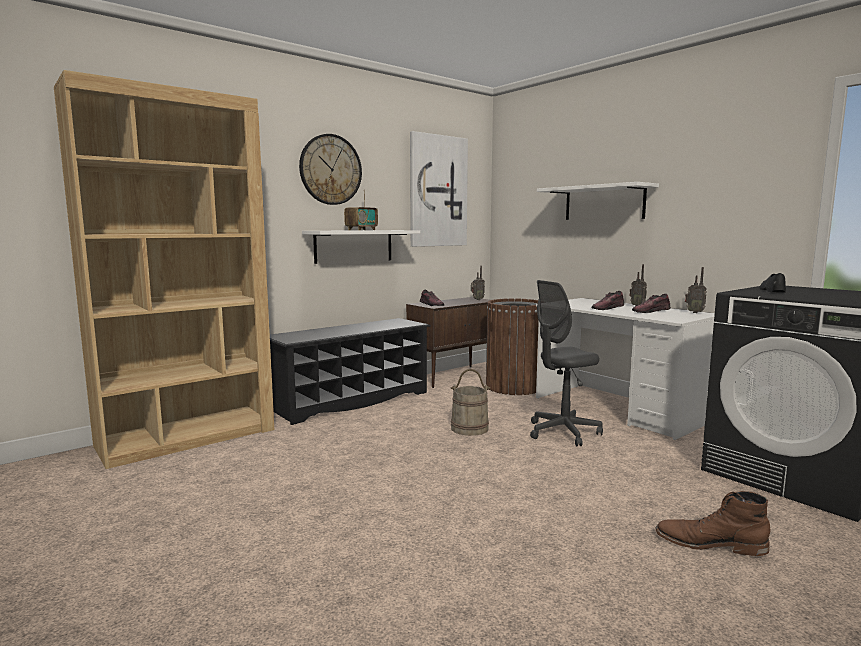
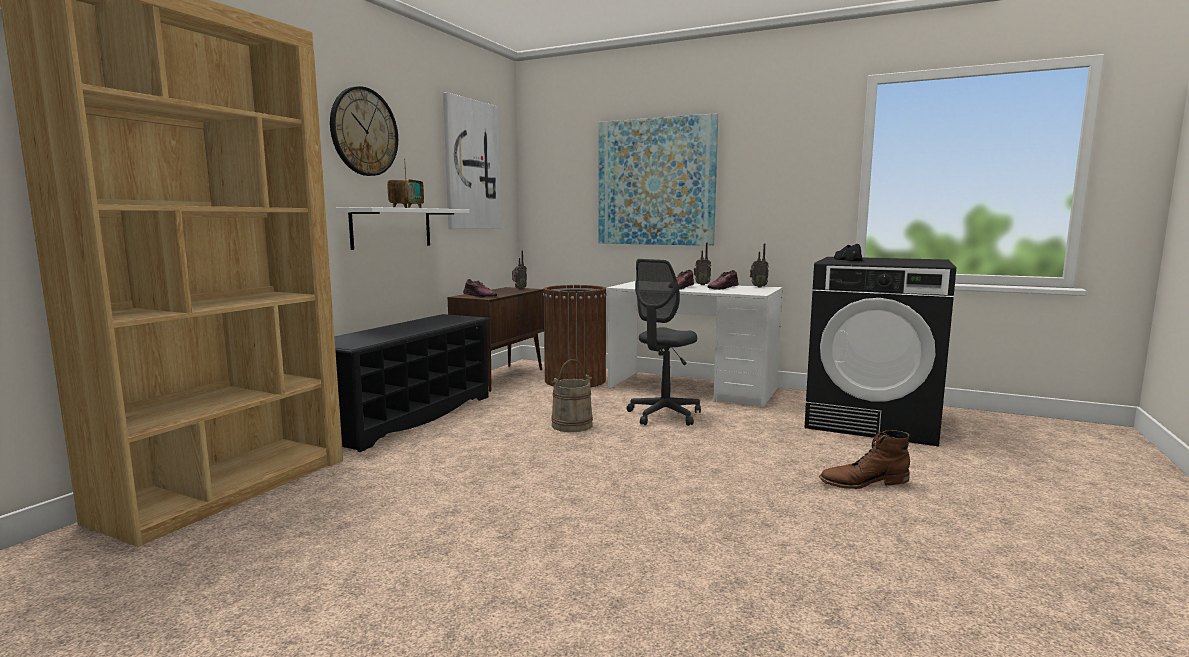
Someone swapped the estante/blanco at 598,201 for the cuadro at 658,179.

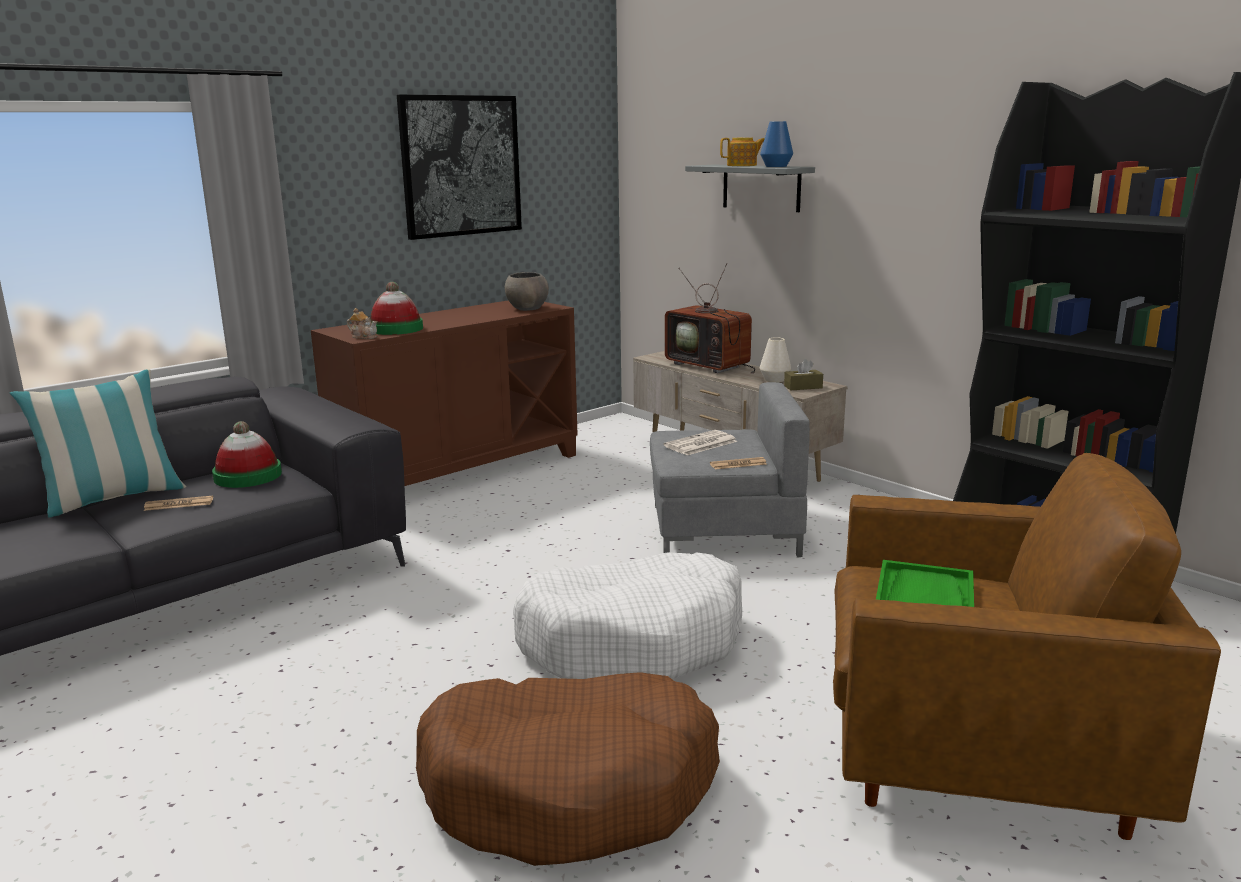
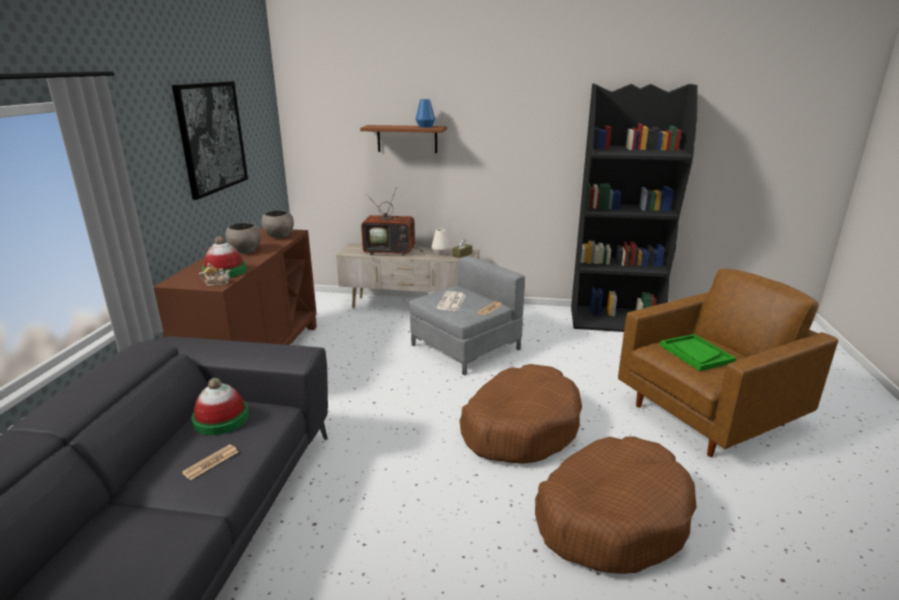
Someone put down the cuenco/gris at 243,238.
Someone repainted the estante/gris at 750,188, which became the estante/marrón at 403,139.
Someone repainted the cama para perro/blanco at 627,615, which became the cama para perro/marrón at 521,414.
Someone took away the cojín at 98,443.
Someone took away the tetera at 742,152.

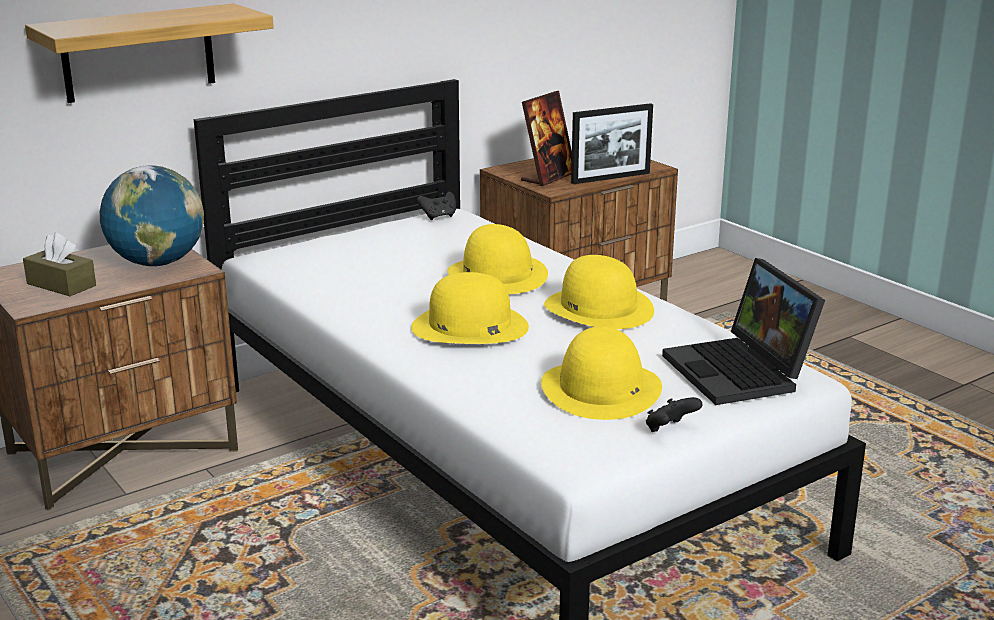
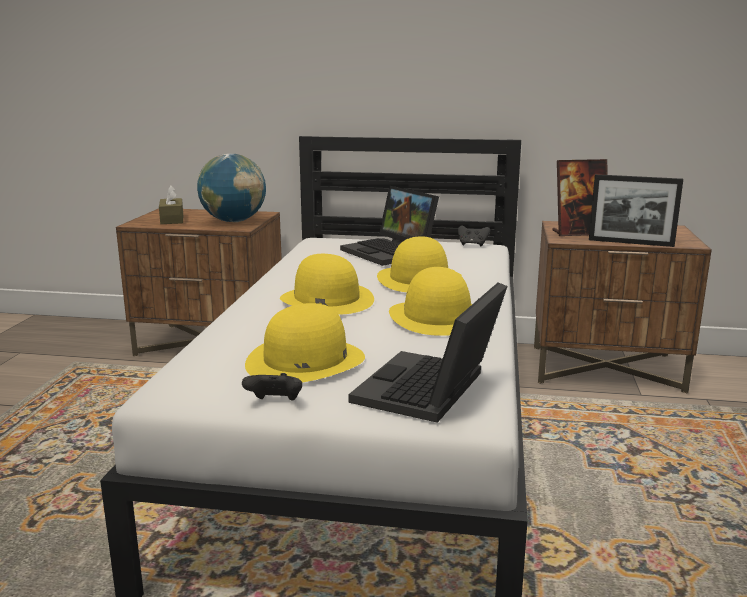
Someone put down the portátil at 389,226.
Someone took away the estante at 149,53.

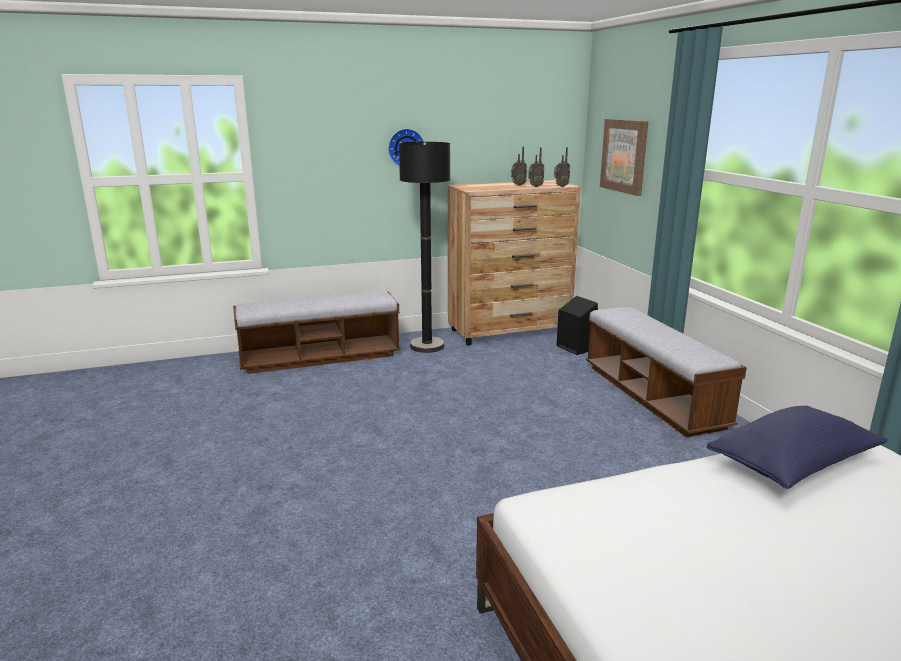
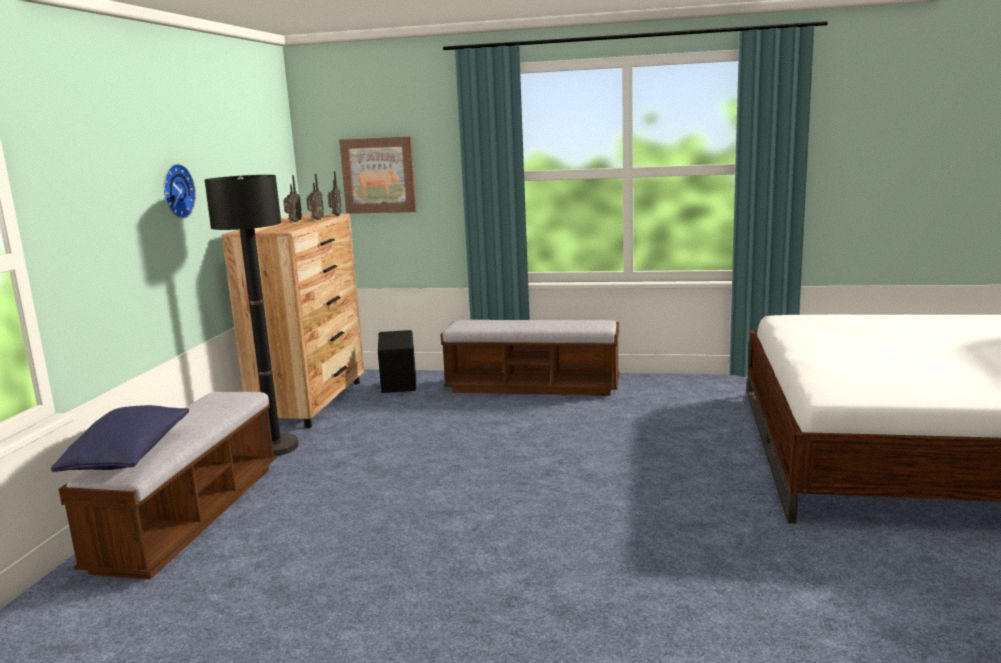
Someone carried the cojín/azul from 797,447 to 120,438.

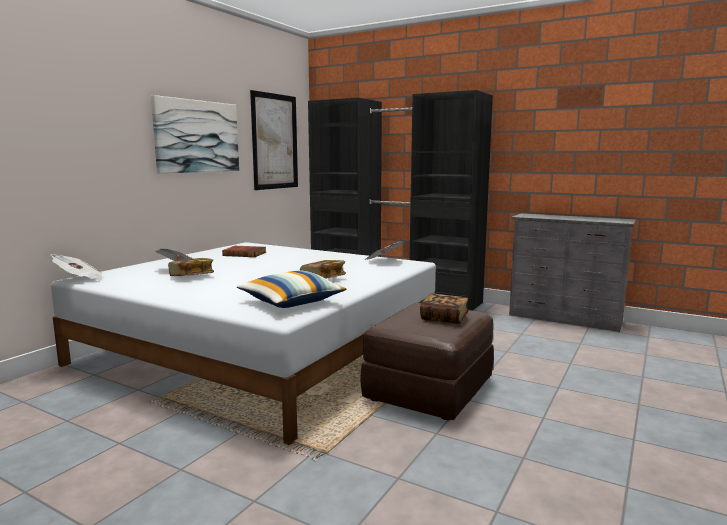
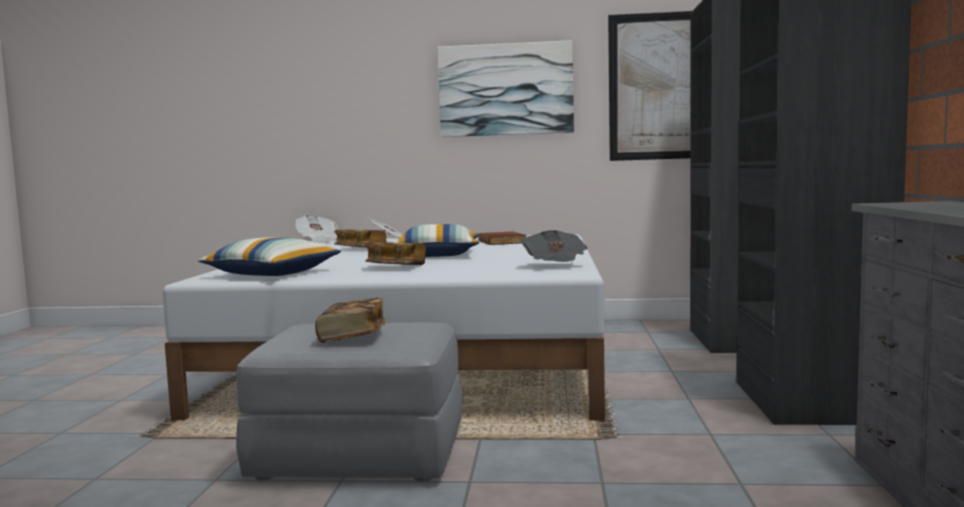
Someone repainted the puf/marrón at 427,361, which became the puf/gris at 349,402.
Someone put down the cojín at 436,240.

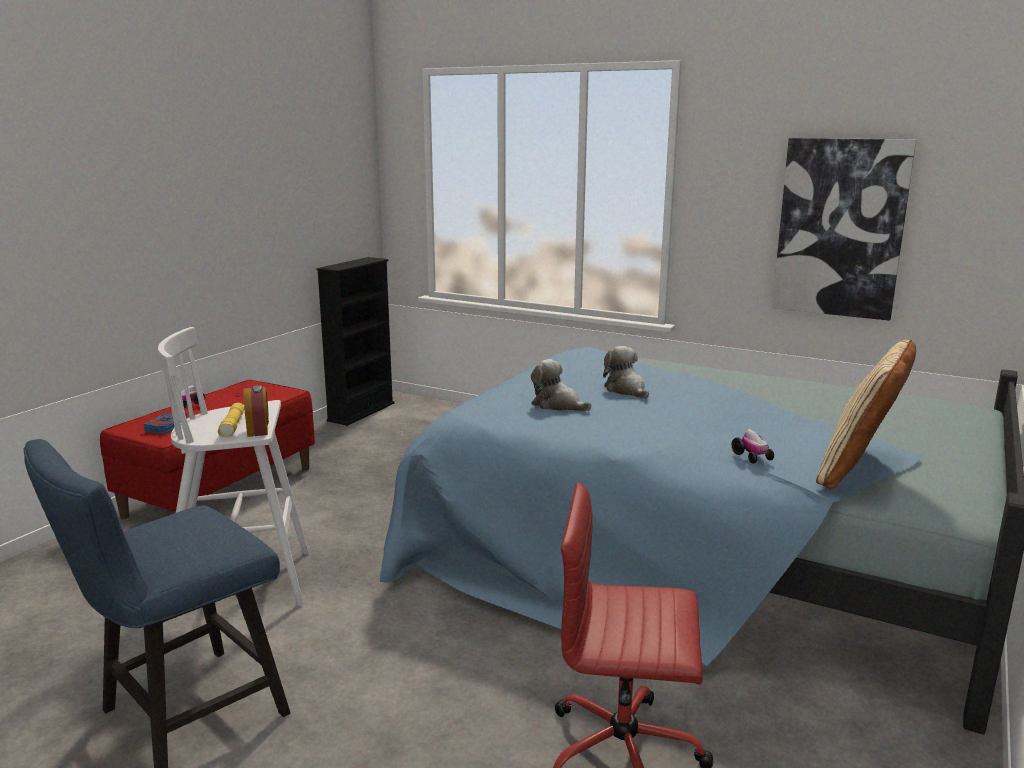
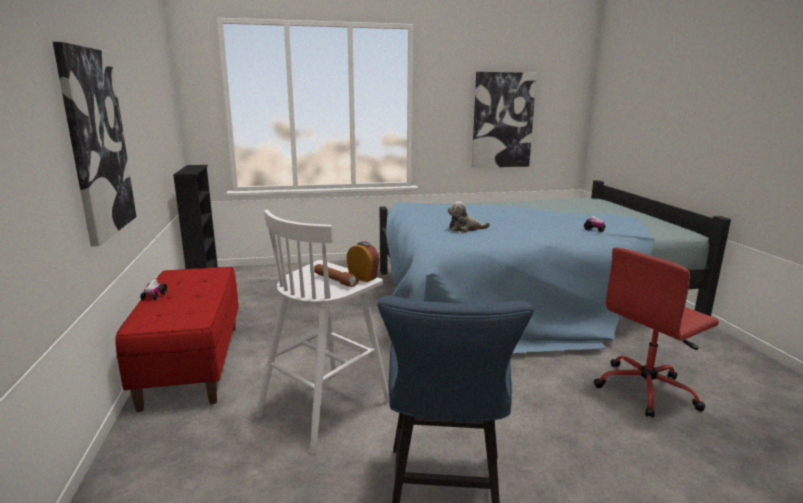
Someone put up the cuadro at 94,144.
Someone repainted the linterna/amarillo at 231,420, which became the linterna/marrón at 336,275.
Someone took away the libro/azul at 165,423.
Someone took away the peluche at 626,372.
Someone took away the cojín/beis at 866,415.

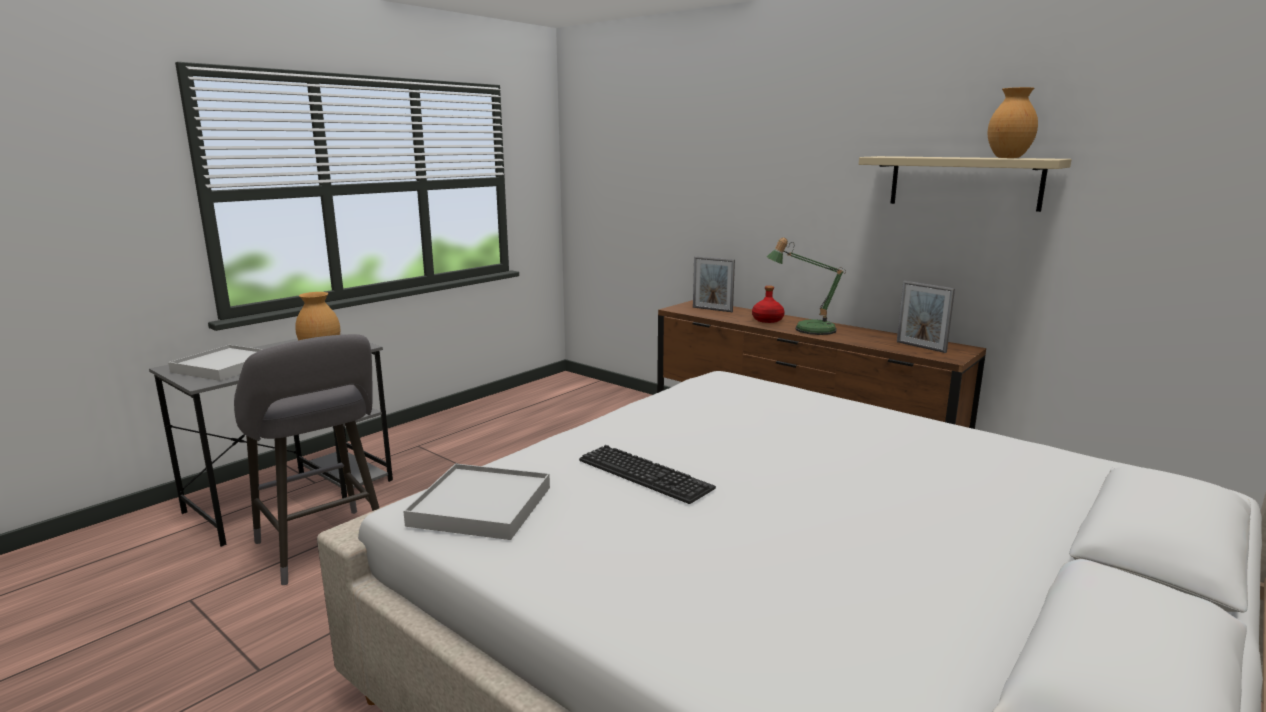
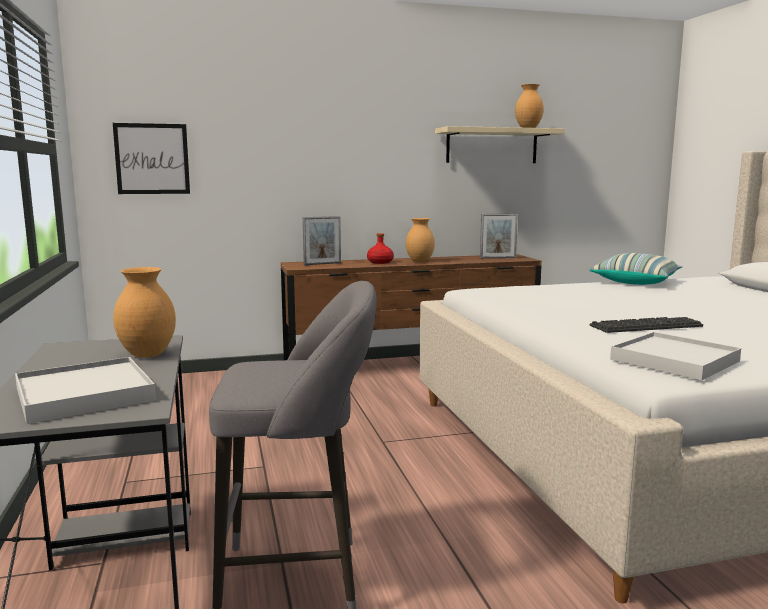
Someone put up the cuadro at 151,158.
Someone swapped the lámpara de mesa at 806,286 for the florero/marrón at 420,240.
Someone put down the cojín at 636,269.

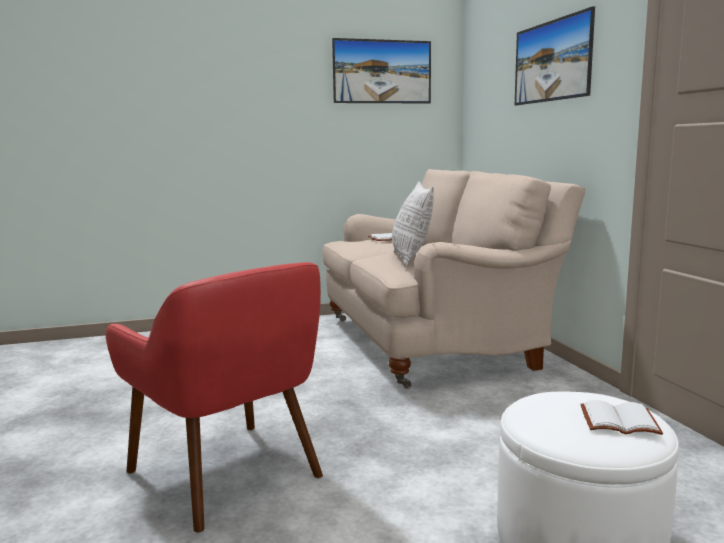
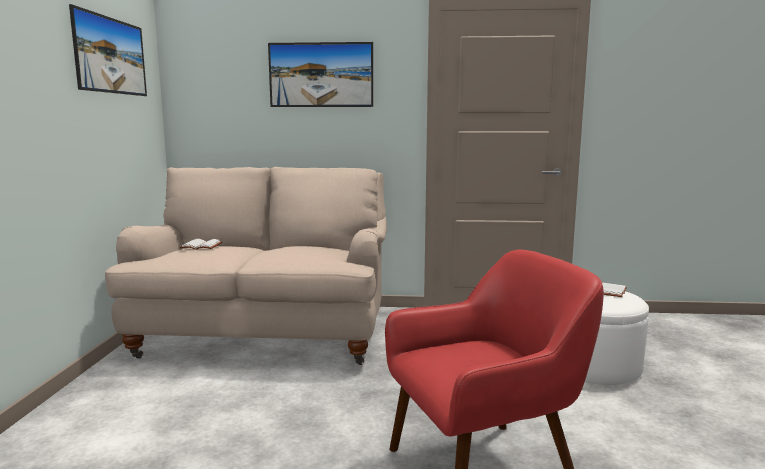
Someone took away the cojín at 413,223.

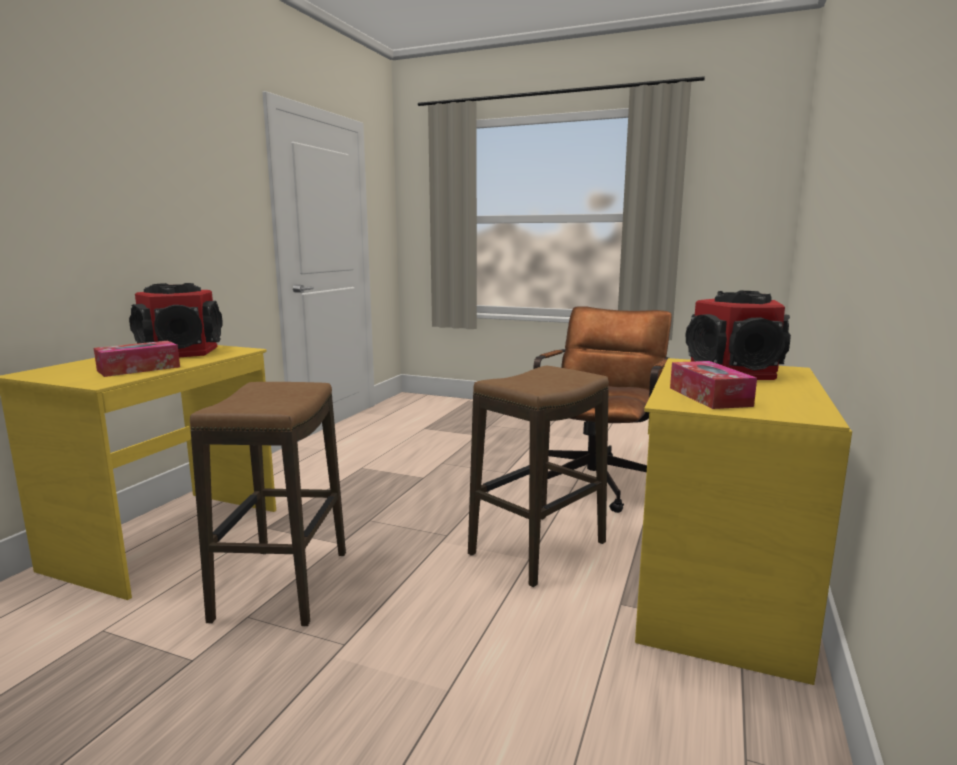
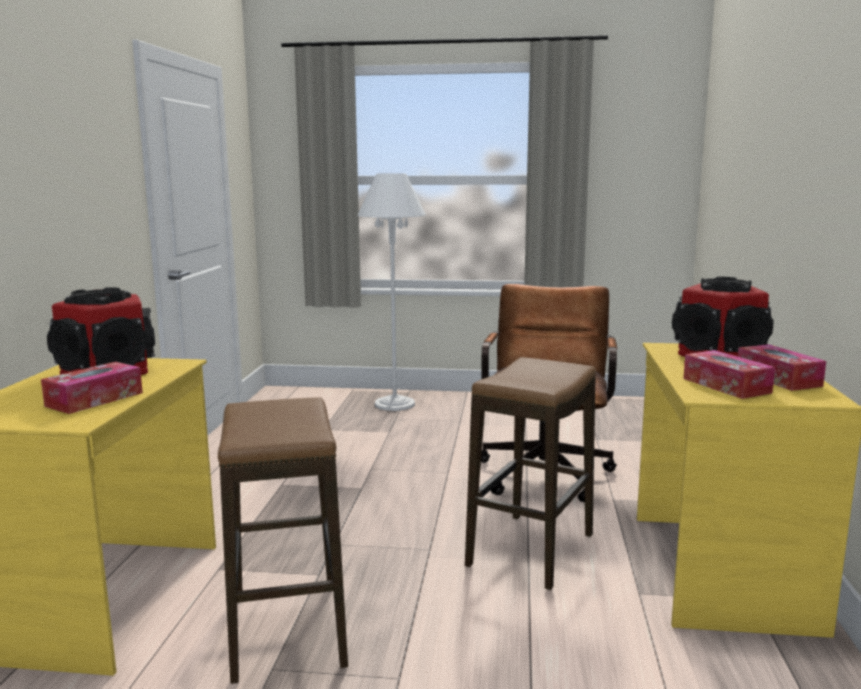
Someone put down the lámpara de pie/blanco at 392,292.
Someone put down the caja de pañuelos at 782,367.

